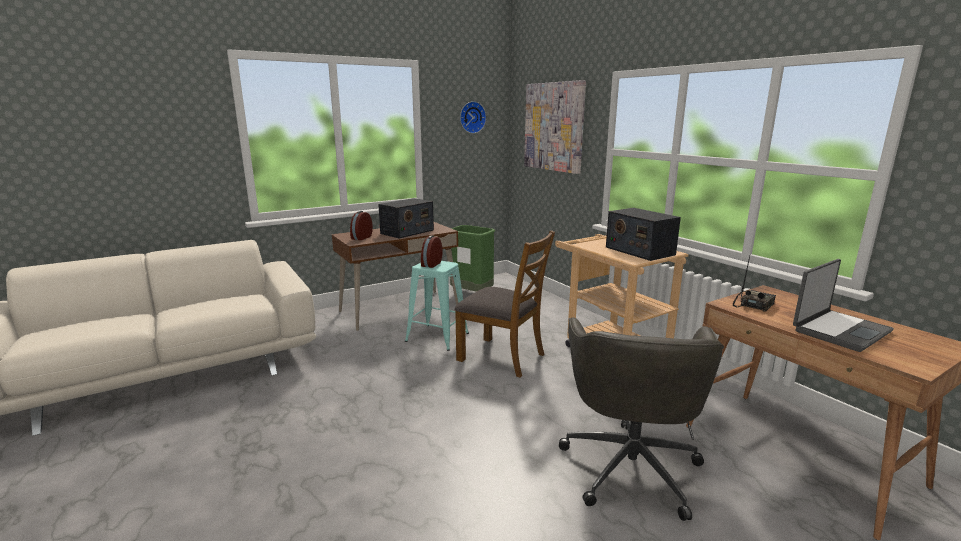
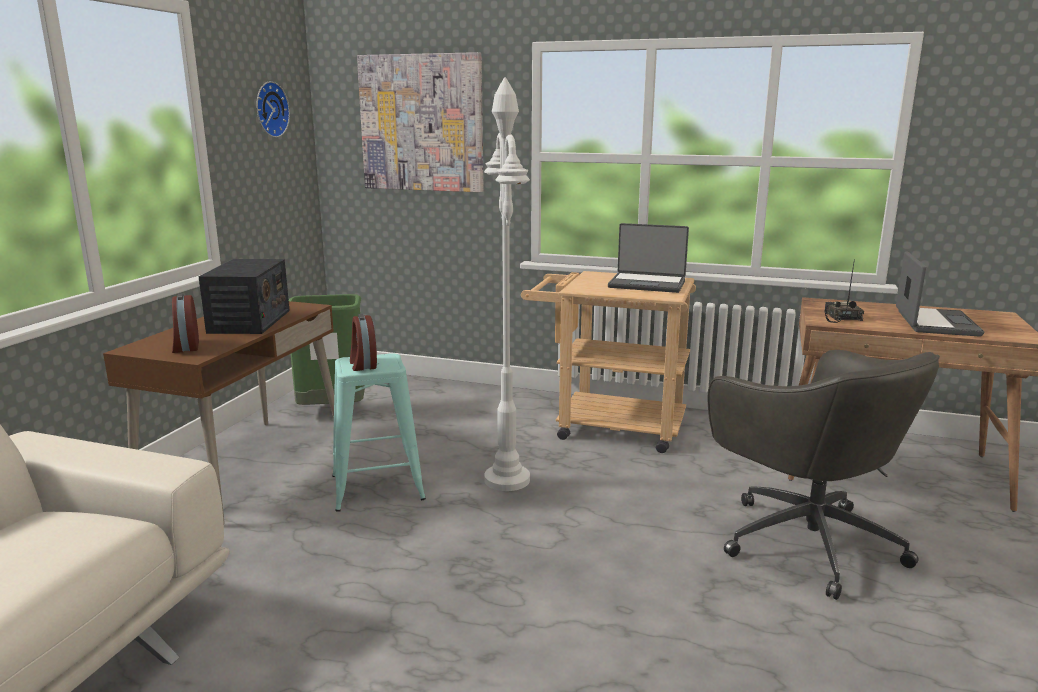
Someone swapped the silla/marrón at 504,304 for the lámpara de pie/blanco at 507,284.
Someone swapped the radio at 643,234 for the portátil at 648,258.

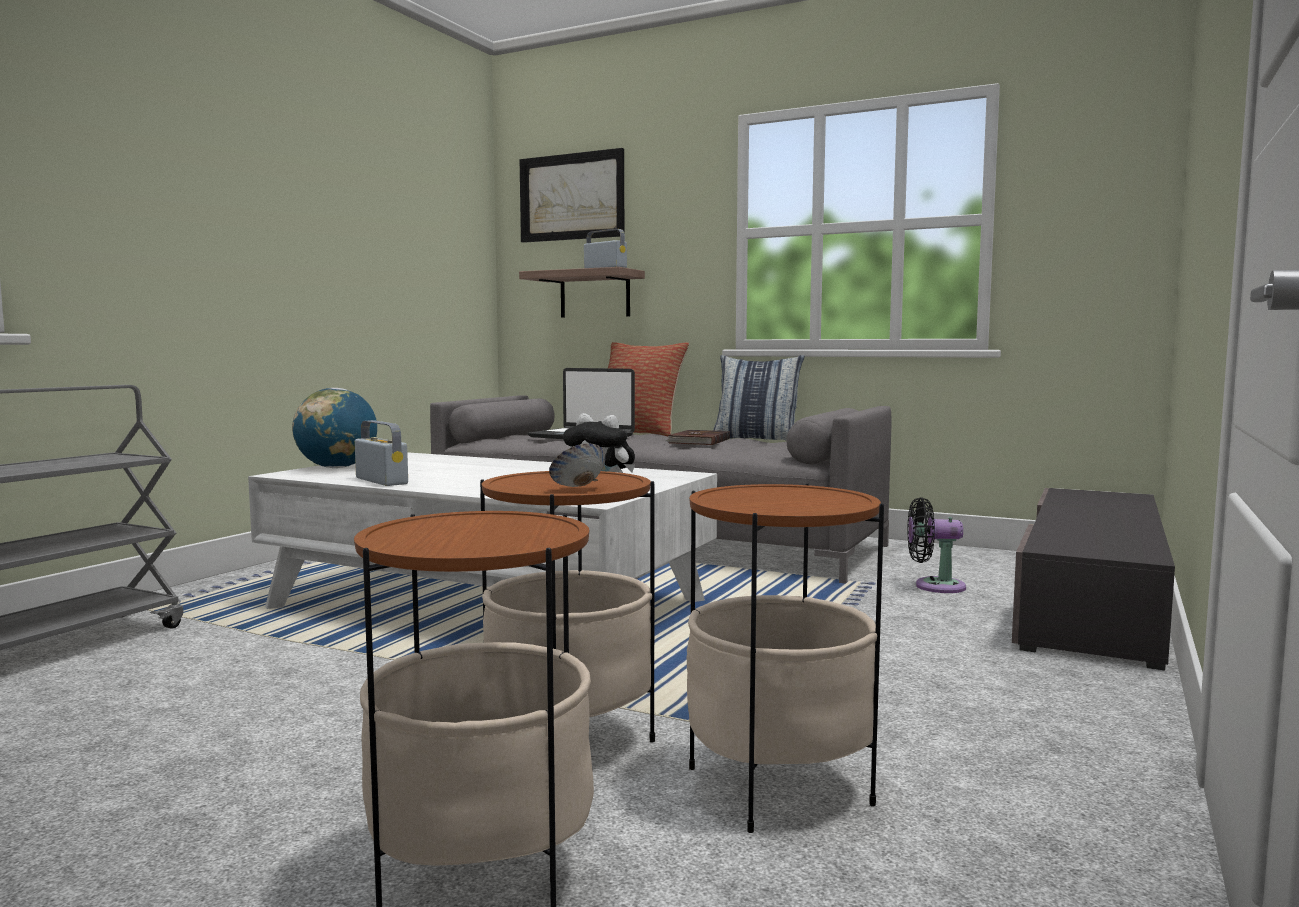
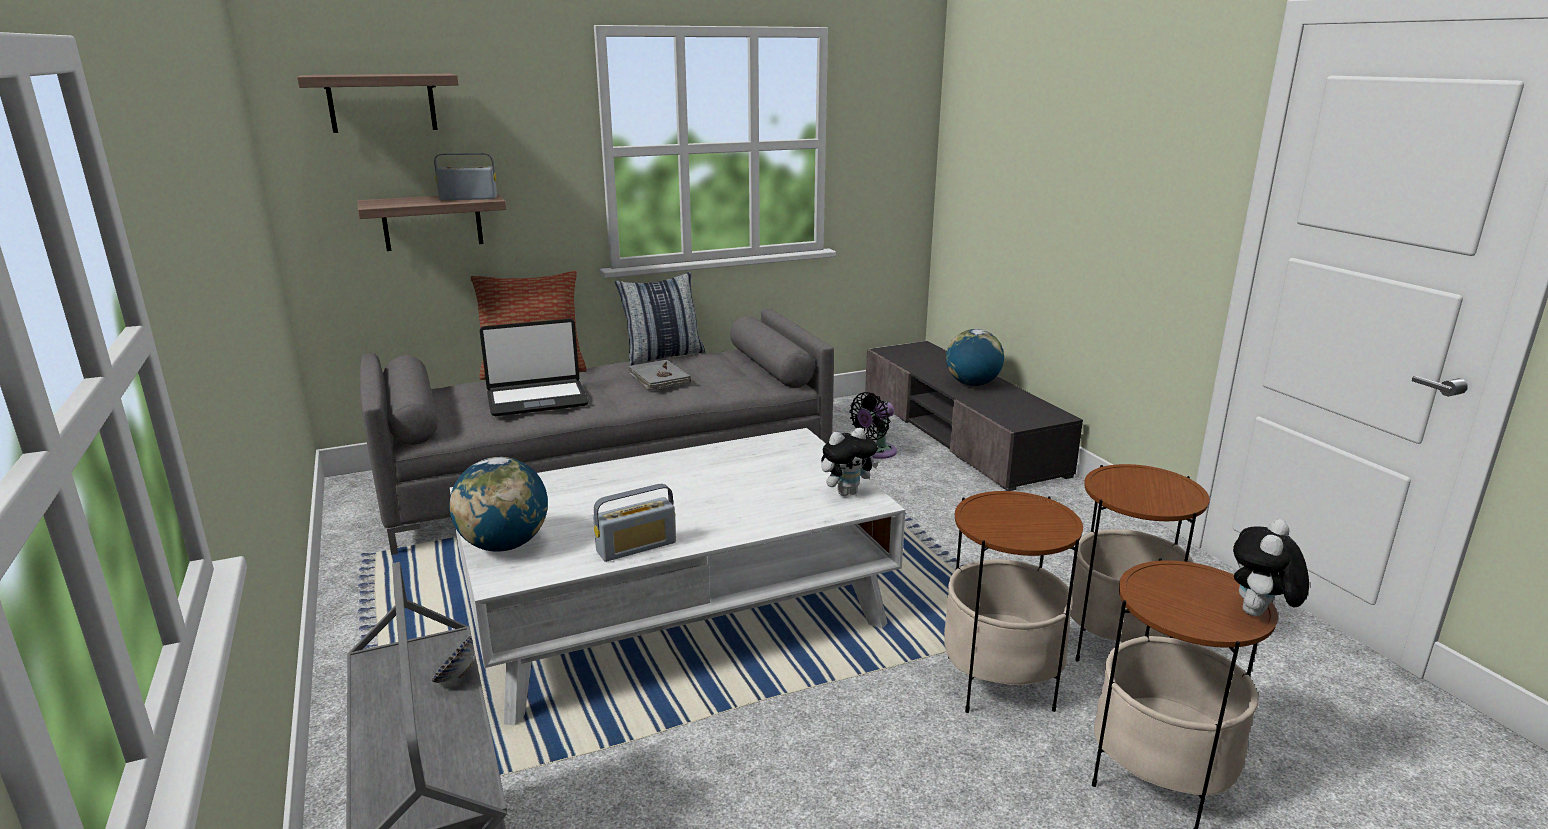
Someone swapped the cuadro at 572,195 for the estante at 377,103.
Someone carried the cuenco from 577,465 to 452,659.
Someone rotated the radio at 381,453 by 150 degrees clockwise.
Someone repainted the libro/marrón at 697,437, which became the libro/gris at 659,375.
Someone put down the globo terráqueo at 975,357.
Someone put down the peluche at 1271,567.

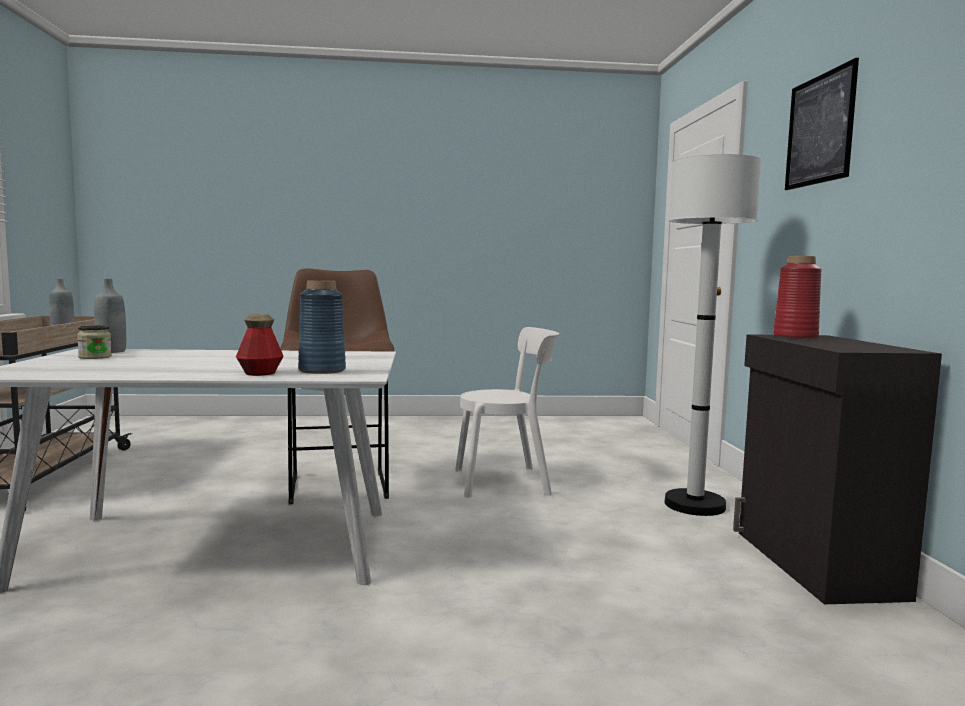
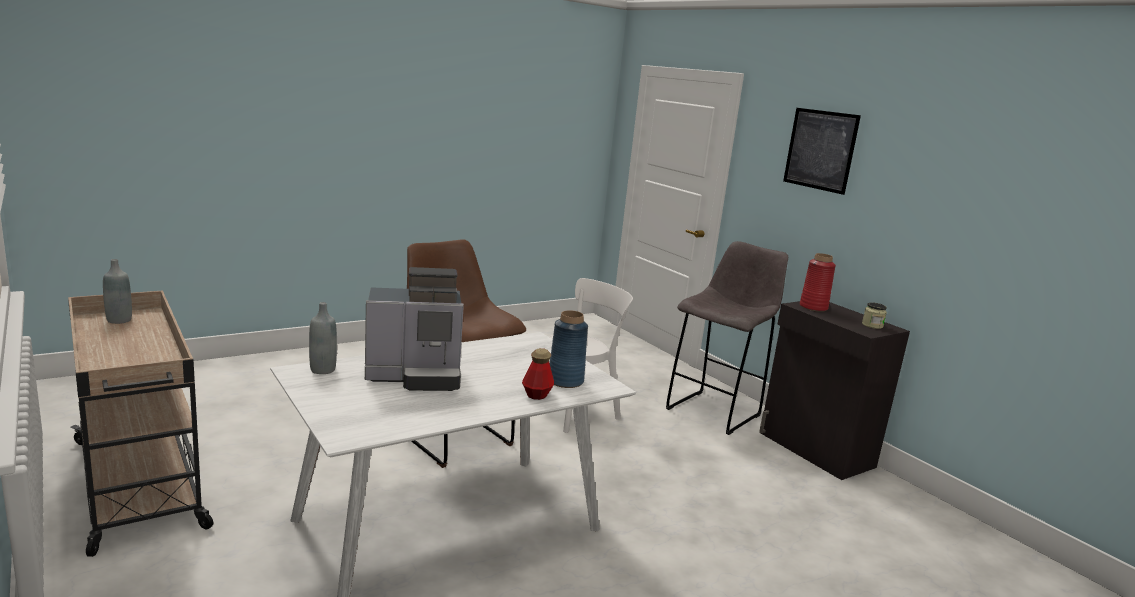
Someone put down the cafetera at 414,329.
Someone swapped the lámpara de pie/blanco at 712,335 for the taburete/gris at 727,338.
Someone carried the tarro from 94,342 to 874,315.

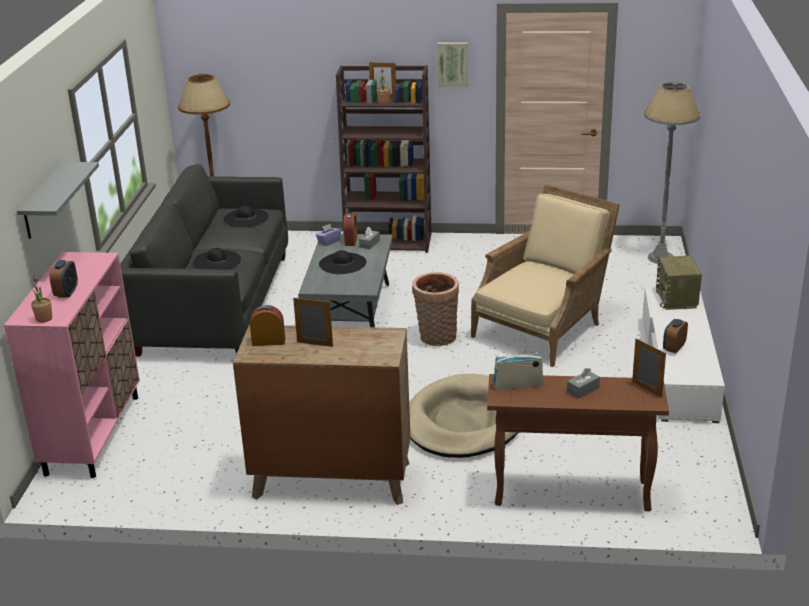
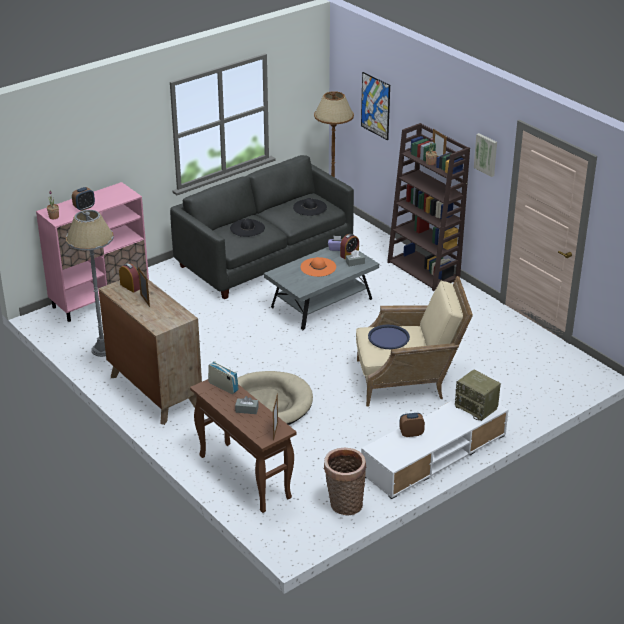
Someone carried the lámpara de pie/gris from 672,173 to 90,283.
Someone repainted the sombrero/negro at 342,262, which became the sombrero/naranja at 318,267.
Someone carried the cesta from 435,309 to 345,481.
Someone put up the cuadro at 375,106.
Someone put down the bandeja/azul at 389,337.
Someone rotated the radio at 679,283 by 90 degrees counterclockwise.
Someone took away the estante/gris at 58,200.

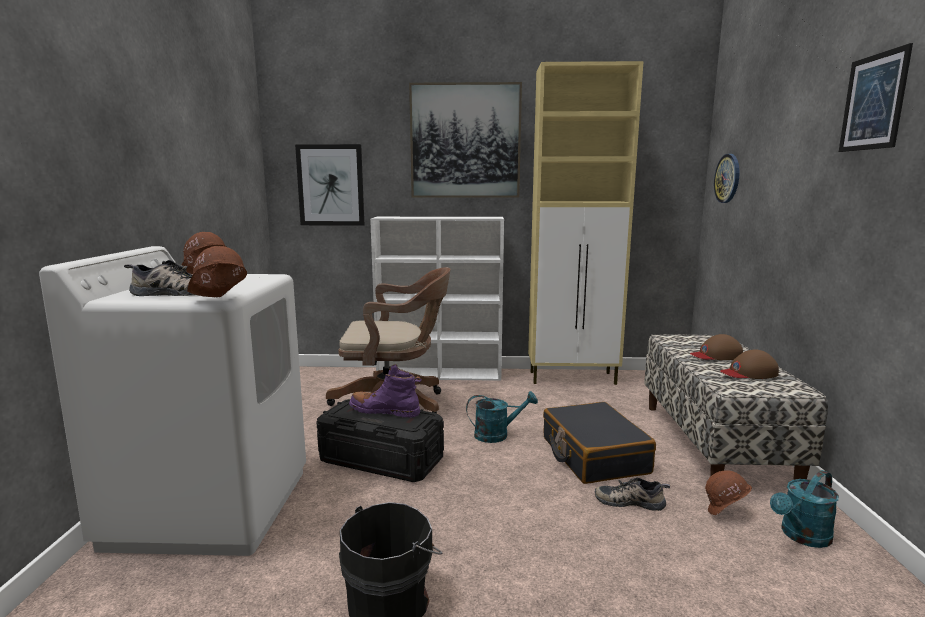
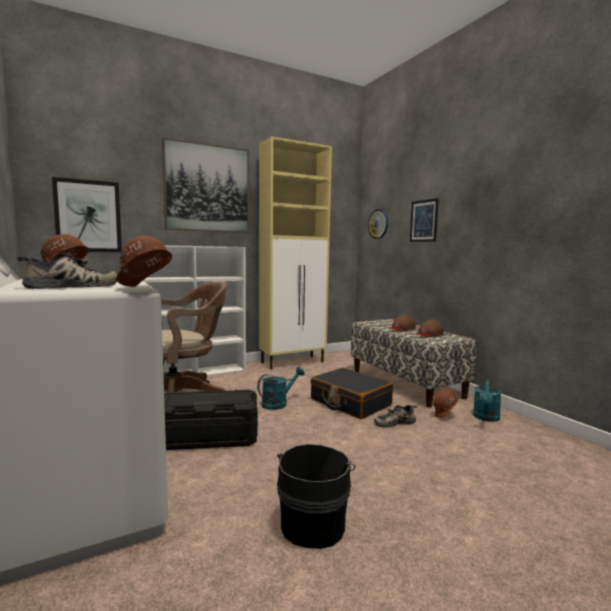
Someone carried the cuadro from 876,97 to 424,220.
Someone took away the bota/morado at 385,391.

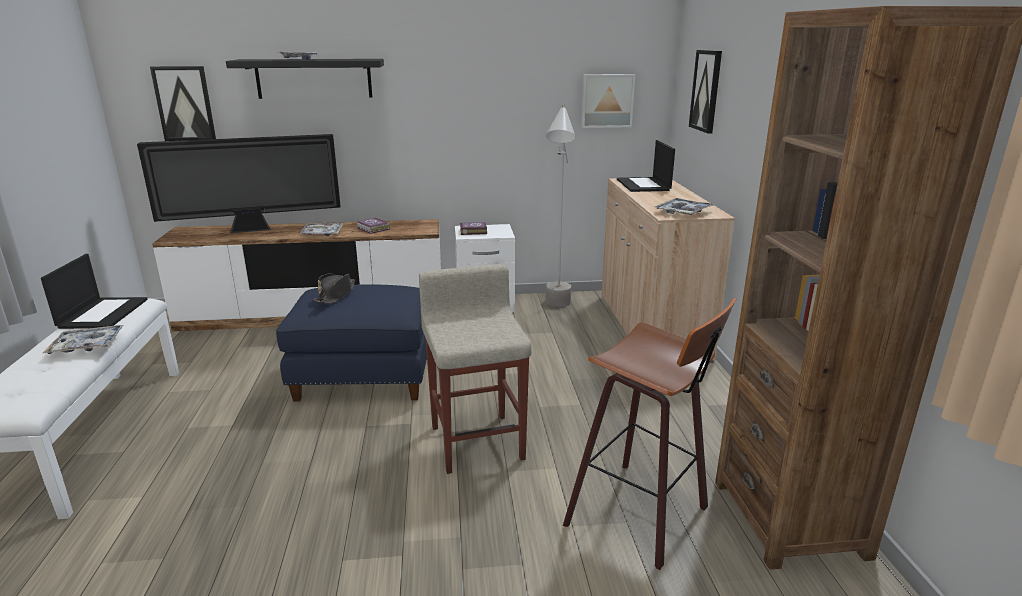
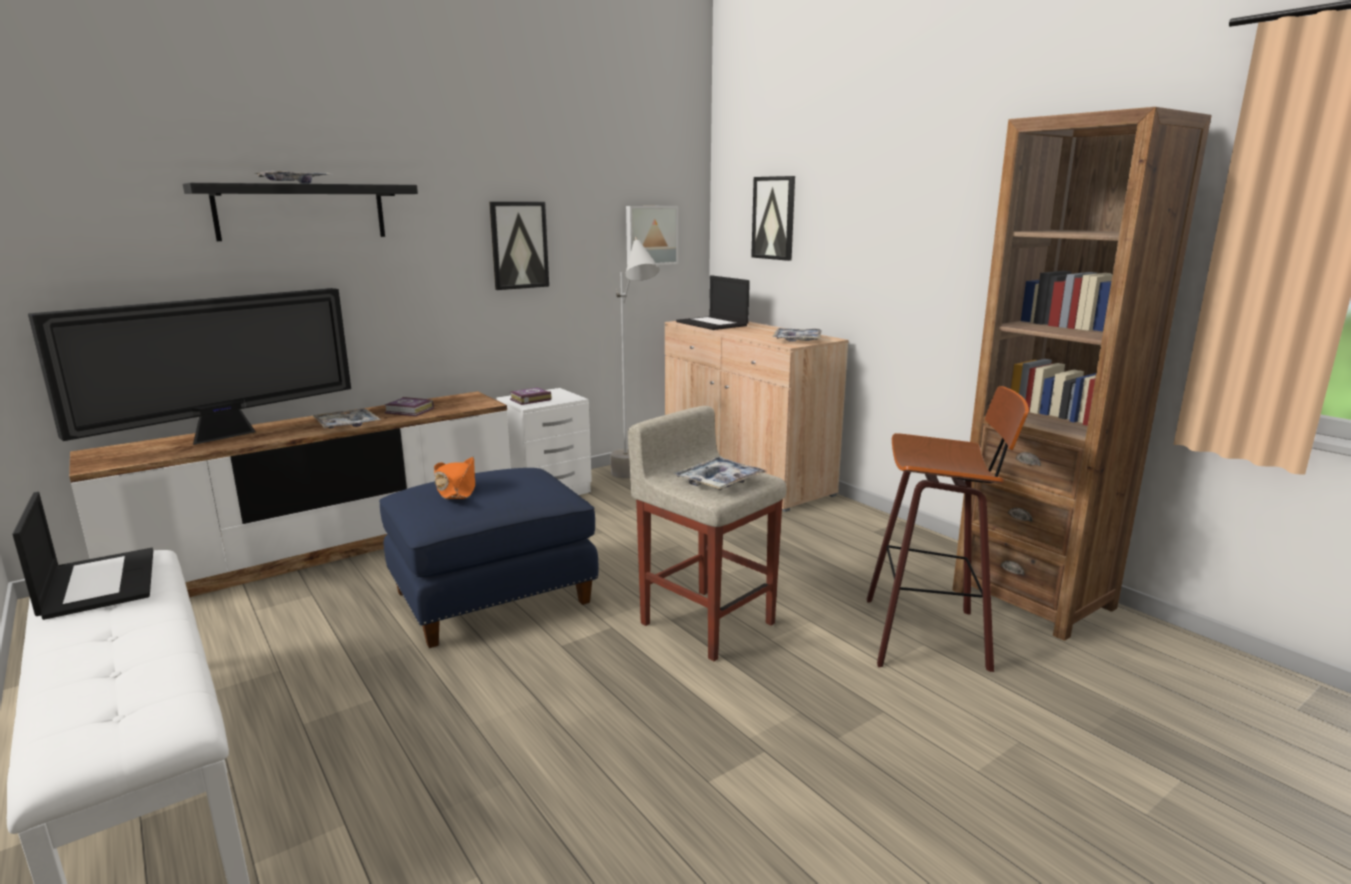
Someone repainted the sombrero/negro at 334,288, which became the sombrero/naranja at 454,478.
Someone carried the cuadro from 183,103 to 519,246.
Someone carried the bandeja from 83,339 to 719,473.

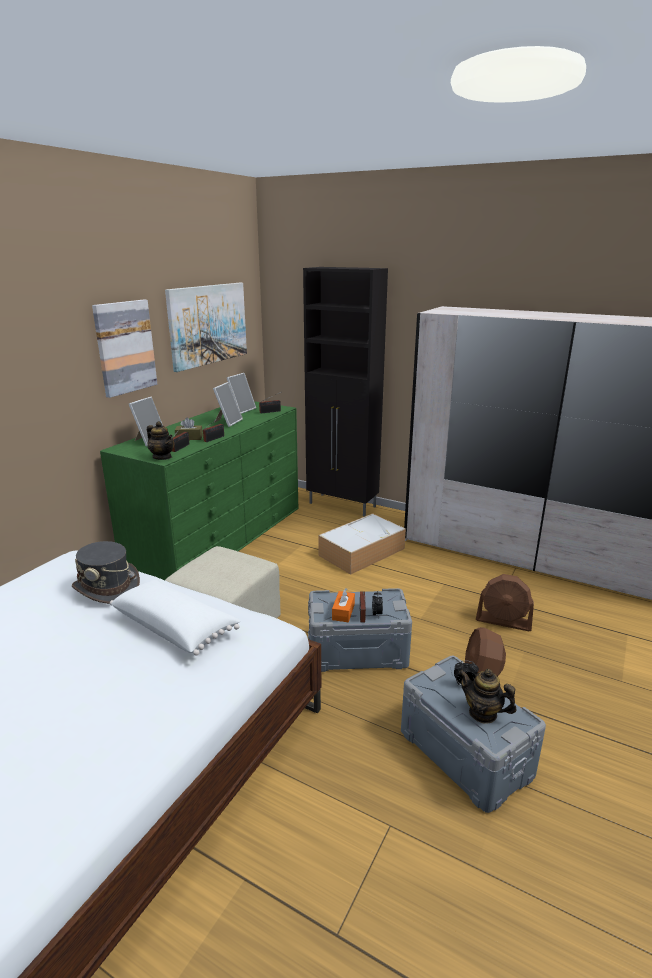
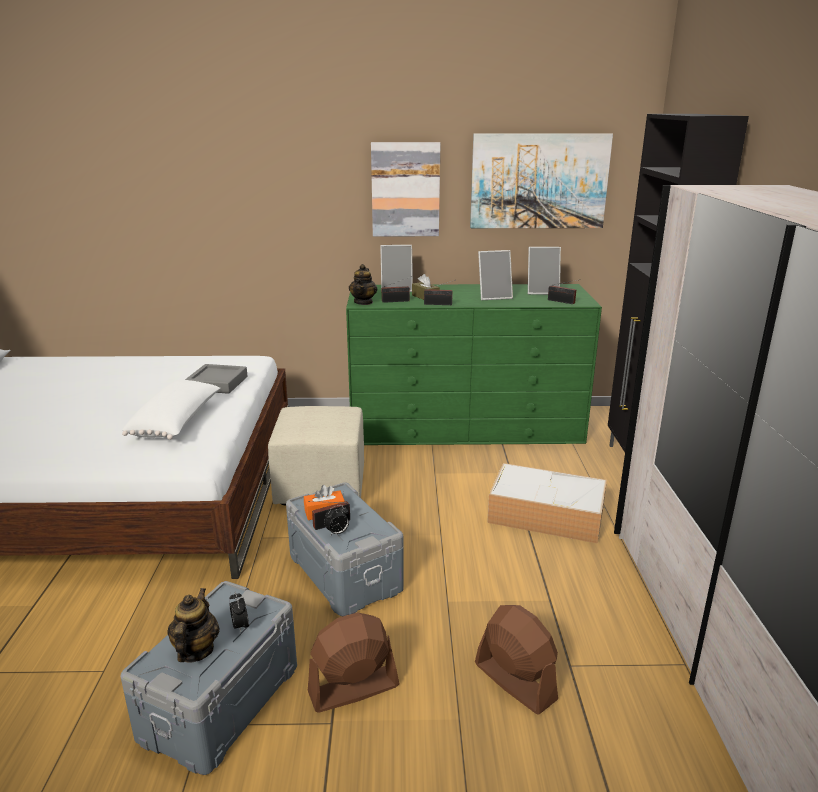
Someone swapped the sombrero/gris at 106,572 for the bandeja/gris at 216,379.
Someone rotated the ventilador/marrón at 505,602 by 150 degrees clockwise.

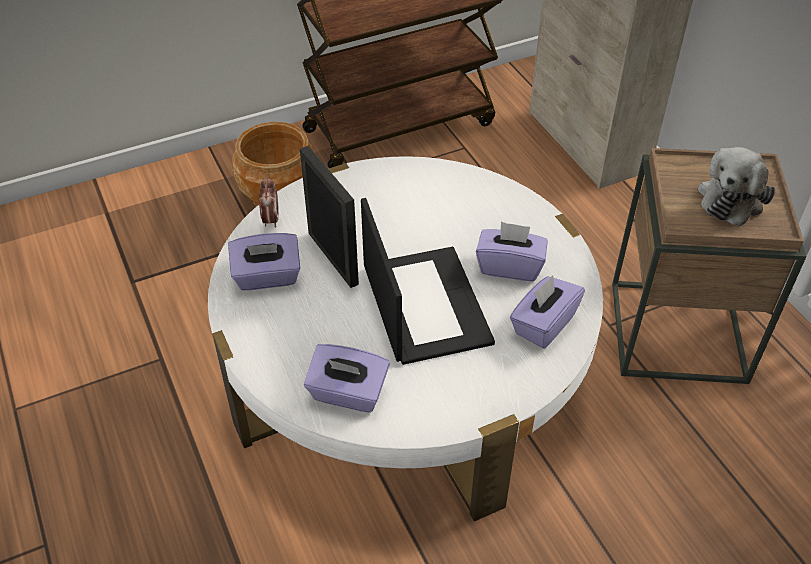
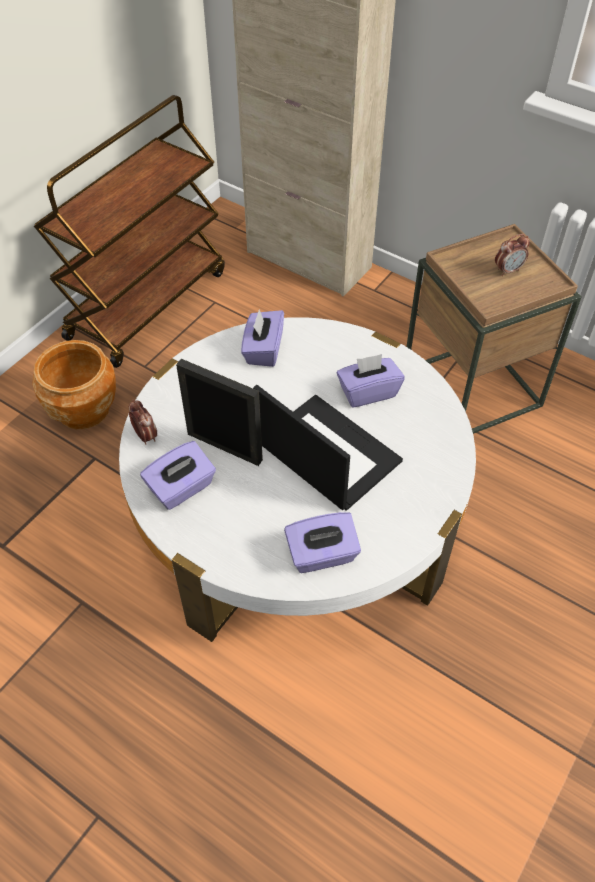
Someone carried the caja de pañuelos/morado from 547,312 to 262,338.
Someone swapped the peluche at 736,186 for the despertador at 512,255.

